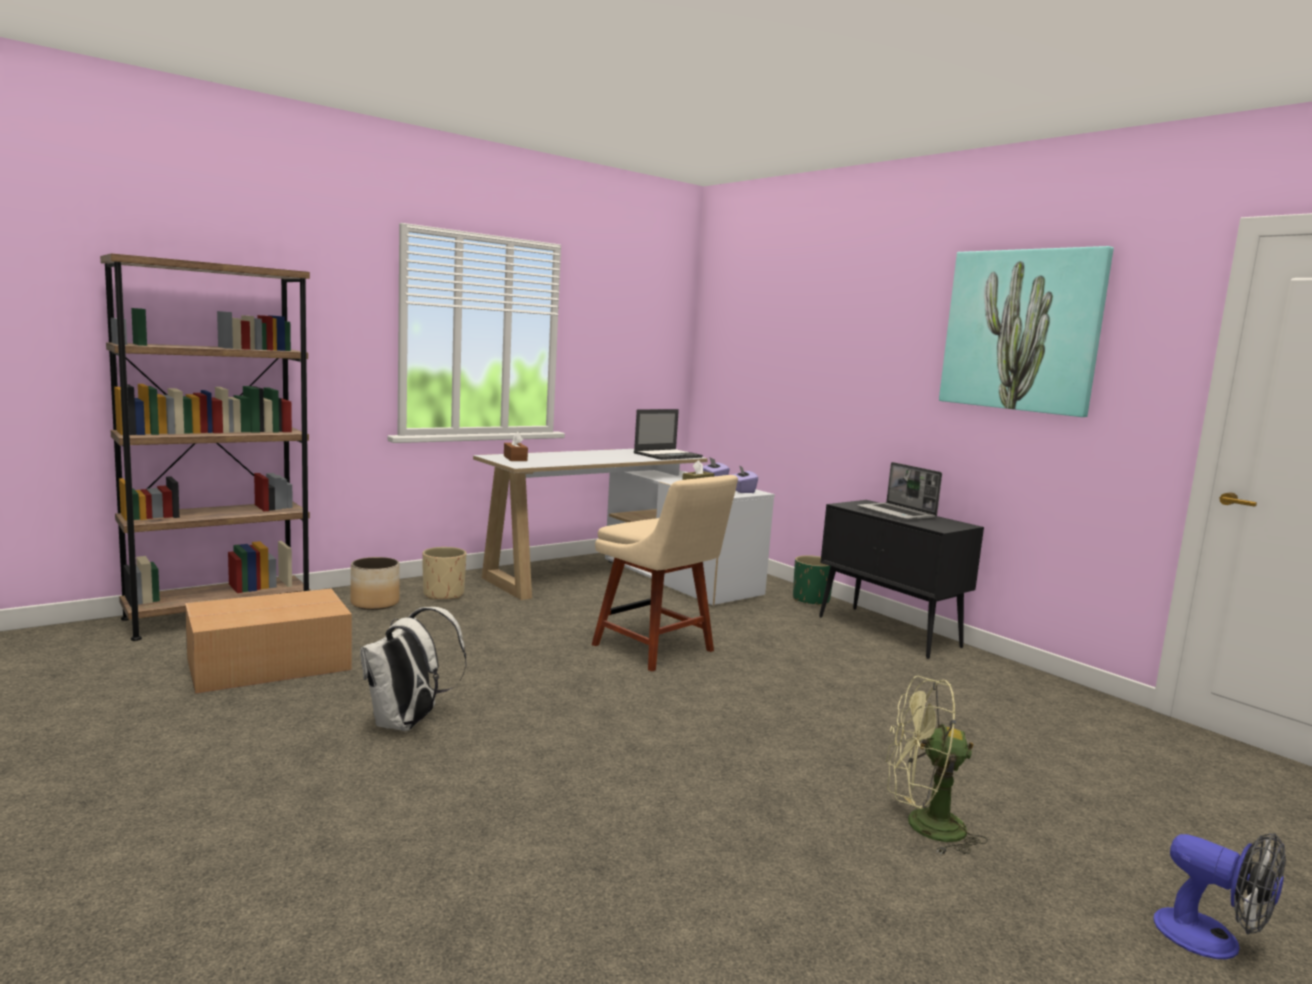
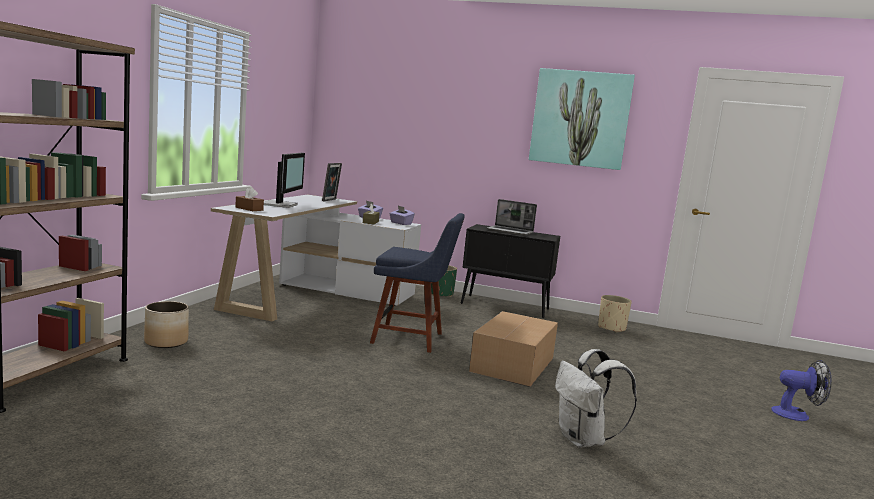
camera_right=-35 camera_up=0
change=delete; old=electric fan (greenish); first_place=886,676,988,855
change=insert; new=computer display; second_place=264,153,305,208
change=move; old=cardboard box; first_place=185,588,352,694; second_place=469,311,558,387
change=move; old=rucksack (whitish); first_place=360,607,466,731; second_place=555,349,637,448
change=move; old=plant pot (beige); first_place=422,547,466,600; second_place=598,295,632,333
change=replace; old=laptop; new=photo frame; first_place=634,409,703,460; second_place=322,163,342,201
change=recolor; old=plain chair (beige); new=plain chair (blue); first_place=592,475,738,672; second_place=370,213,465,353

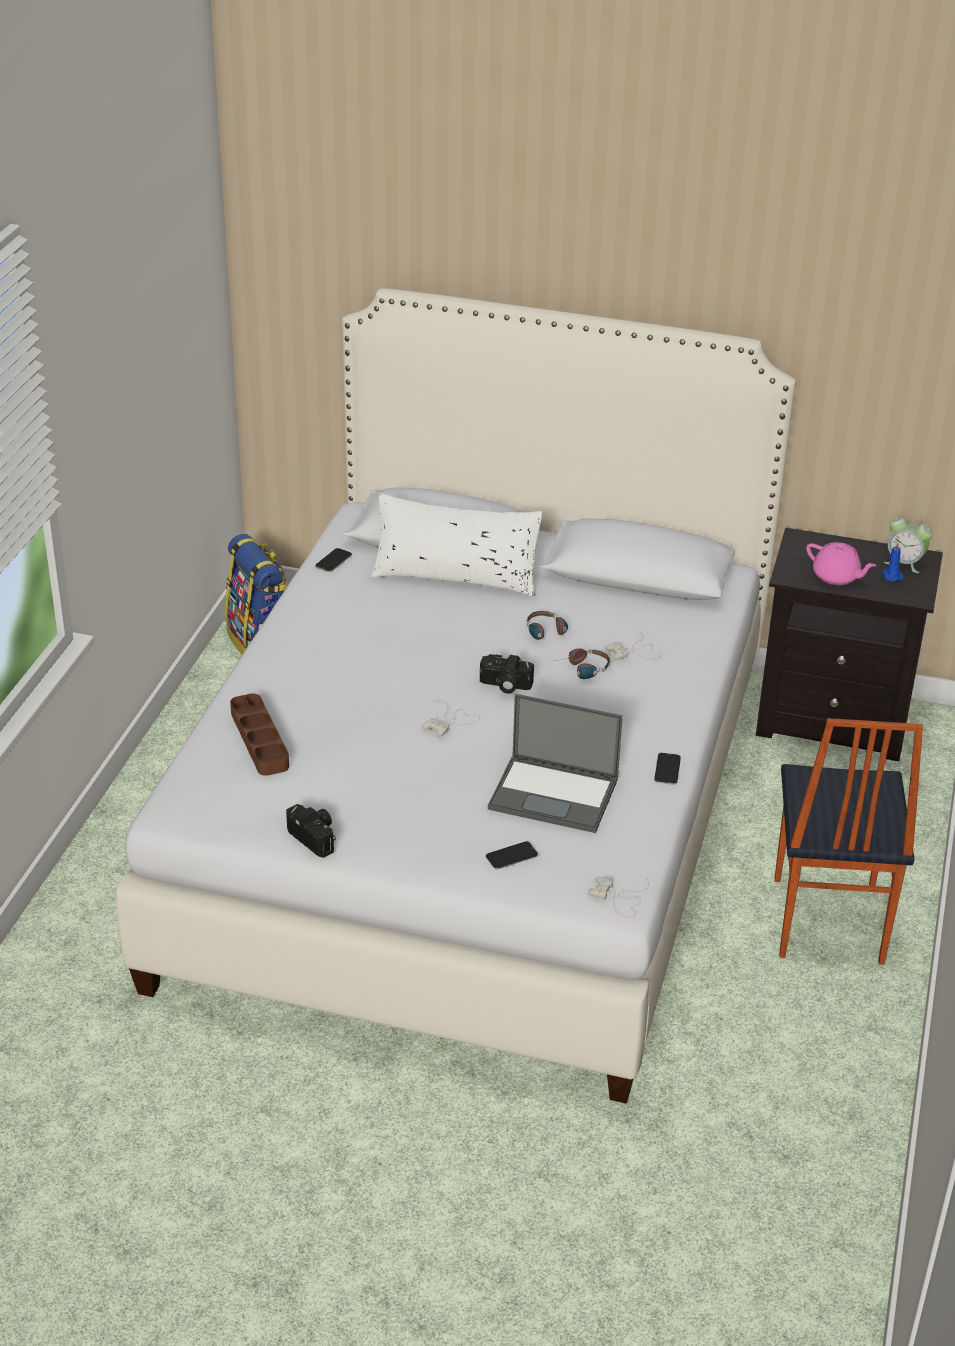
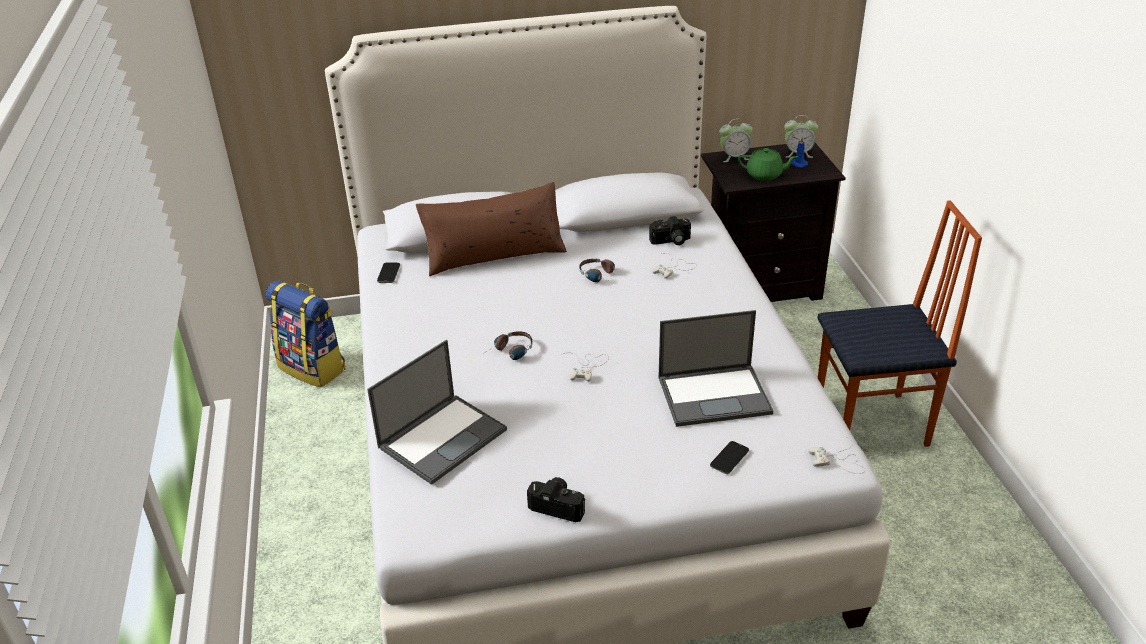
camera_right=-25 camera_up=0
change=delete; old=phone; first_place=654,753,681,785
change=insert; new=alarm clock; second_place=720,119,753,162
change=move; old=photo camera; first_place=480,654,534,694; second_place=649,216,691,245
change=move; old=headset; first_place=555,648,610,679; second_place=486,331,533,360
change=replace; old=tray (brown); new=laptop; first_place=230,693,289,776; second_place=367,340,507,485
change=recolor; old=cushion (whitish); new=cushion (brown); first_place=371,493,543,596; second_place=416,182,567,276
change=recolor; old=pot for tea (pinkish); new=pot for tea (greenish); first_place=806,542,876,585; second_place=738,148,798,181
change=rotate; old=plain chair; first_place=775,718,923,965; second_place=817,200,982,447; degrees=-75

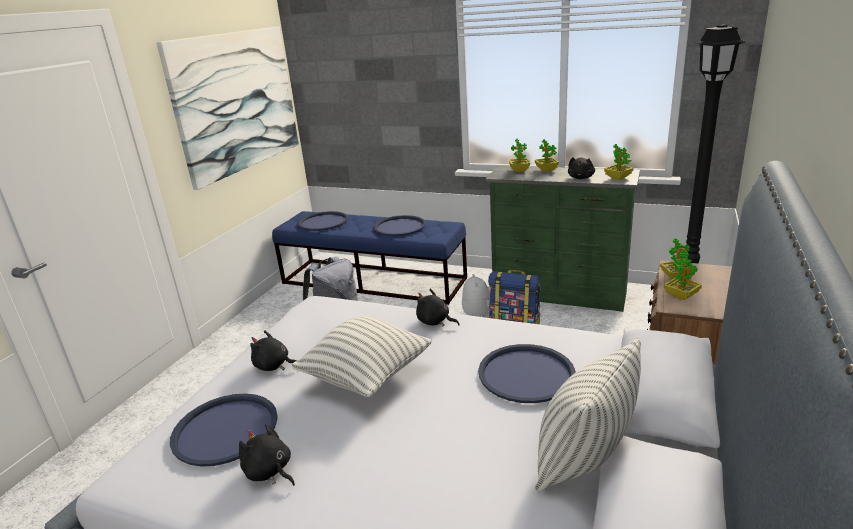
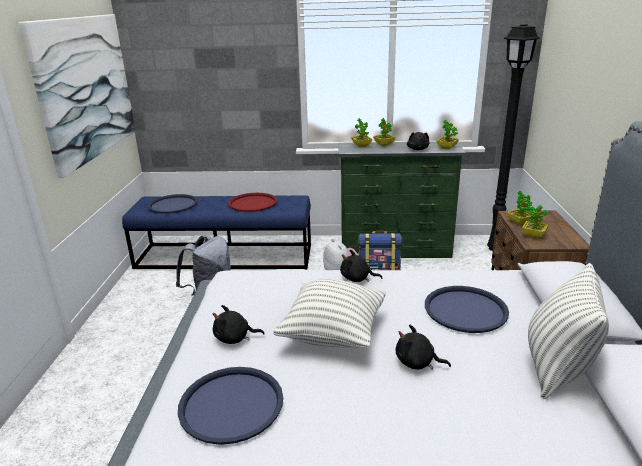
camera_right=-20 camera_up=0
change=move; old=plush toy (black); first_place=239,424,295,486; second_place=396,325,451,370
change=recolor; old=tray (blue); new=tray (reddish); first_place=374,215,426,236; second_place=228,193,277,212

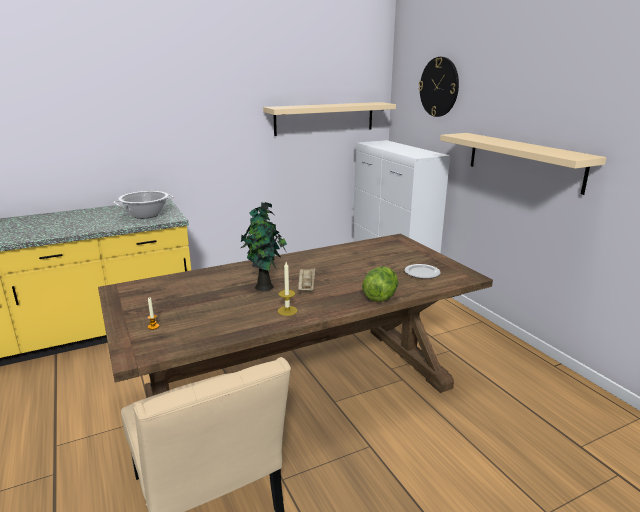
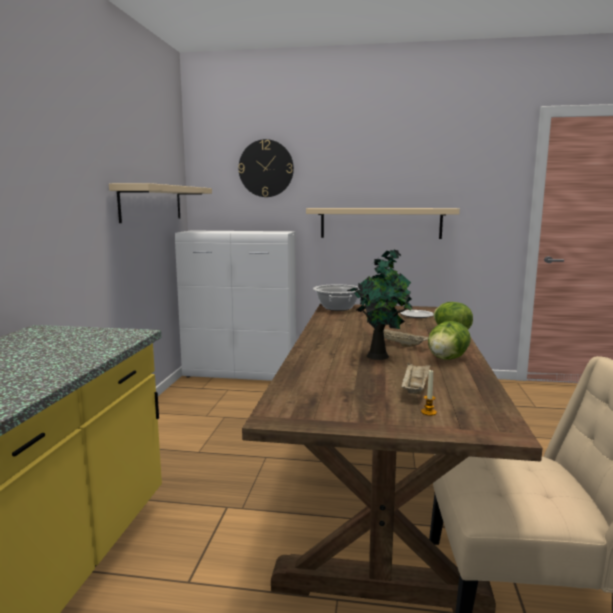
camera_right=-55 camera_up=-10
change=insert; new=tray (beige); second_place=401,362,431,394
change=move; old=saucepot; first_place=113,191,173,219; second_place=313,284,359,311
change=replace; old=wax light; new=head of lettuce; first_place=278,262,297,316; second_place=428,321,471,359

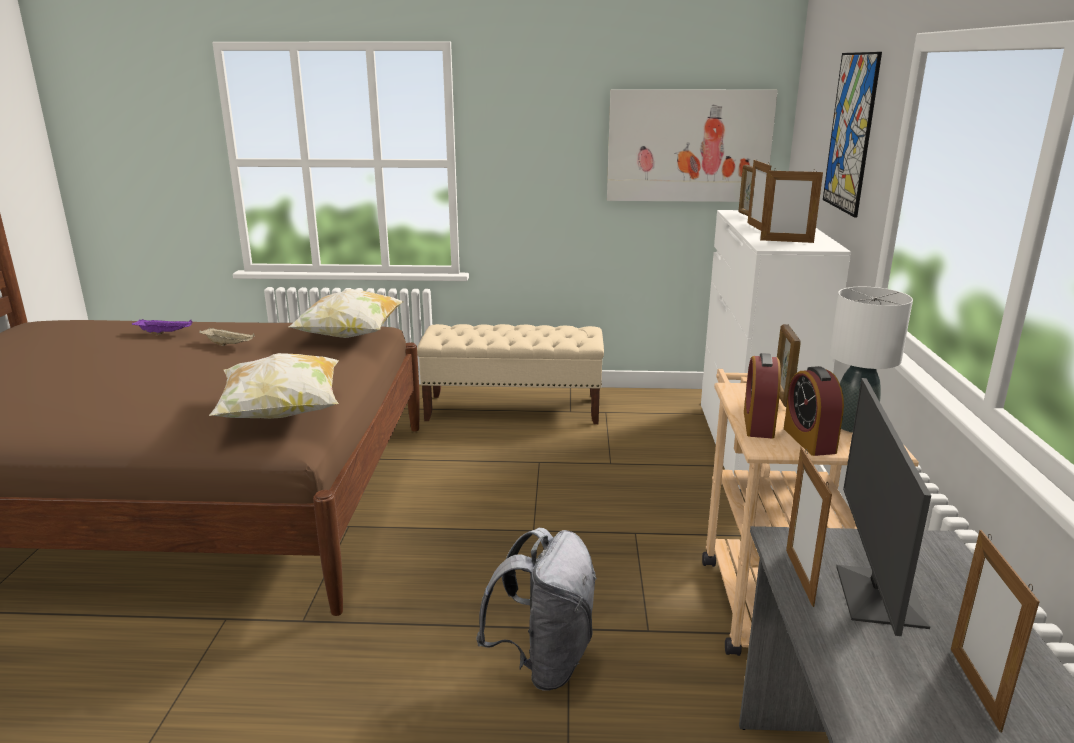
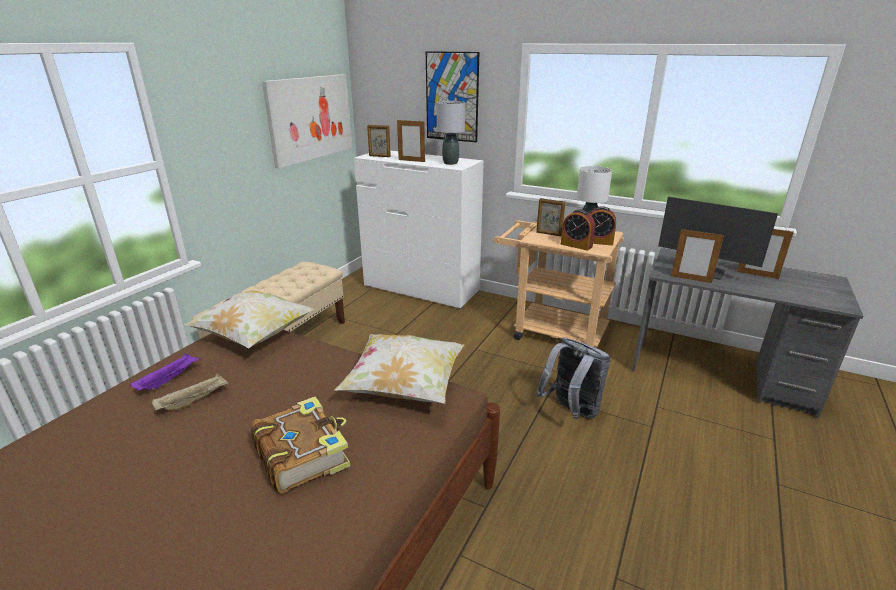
camera_right=-65 camera_up=5
change=insert; new=bound book; second_place=251,396,350,493
change=move; old=tray (purplish); first_place=132,319,193,335; second_place=130,353,200,391
change=replace; old=photo frame; new=lamp for a table (grey); first_place=760,168,823,243; second_place=436,101,465,165

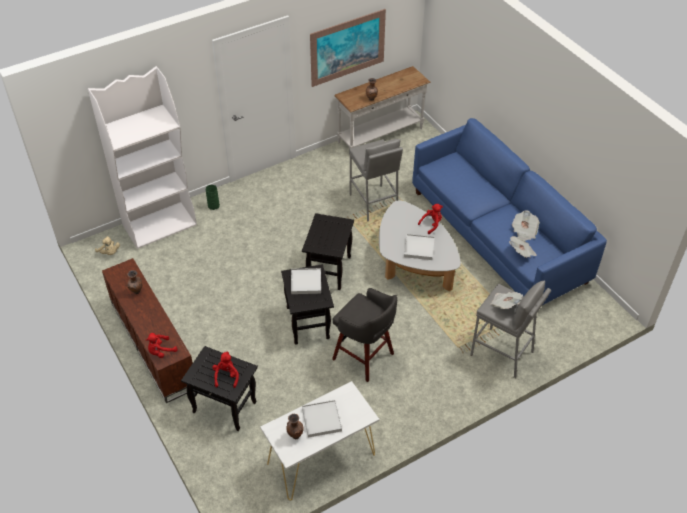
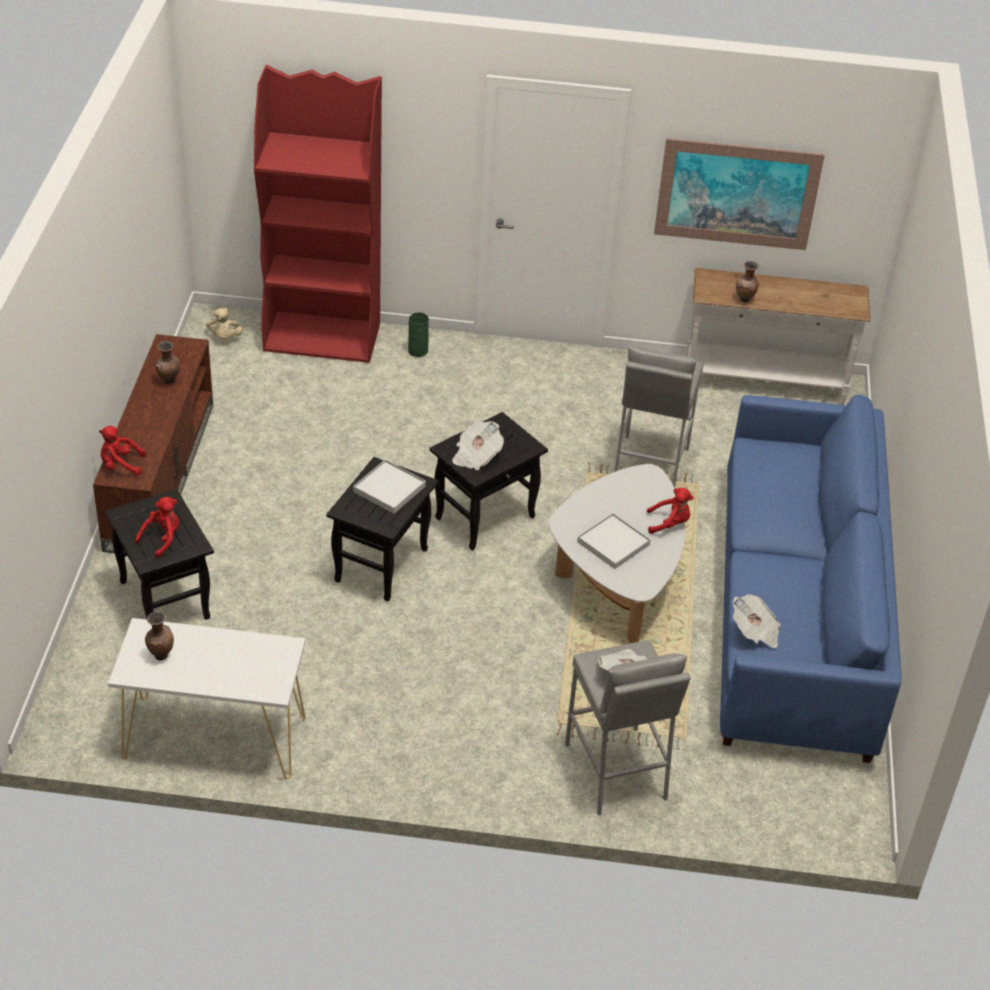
camera_right=35 camera_up=-5
change=delete; old=tray (whitish); first_place=302,400,342,438
change=delete; old=sitting stool (grey); first_place=332,288,397,382
change=move; old=printed paper; first_place=512,210,540,241; second_place=452,421,504,470
change=recolor; old=shelving unit (whitish); new=shelving unit (reddish); first_place=88,66,197,249; second_place=254,65,382,363

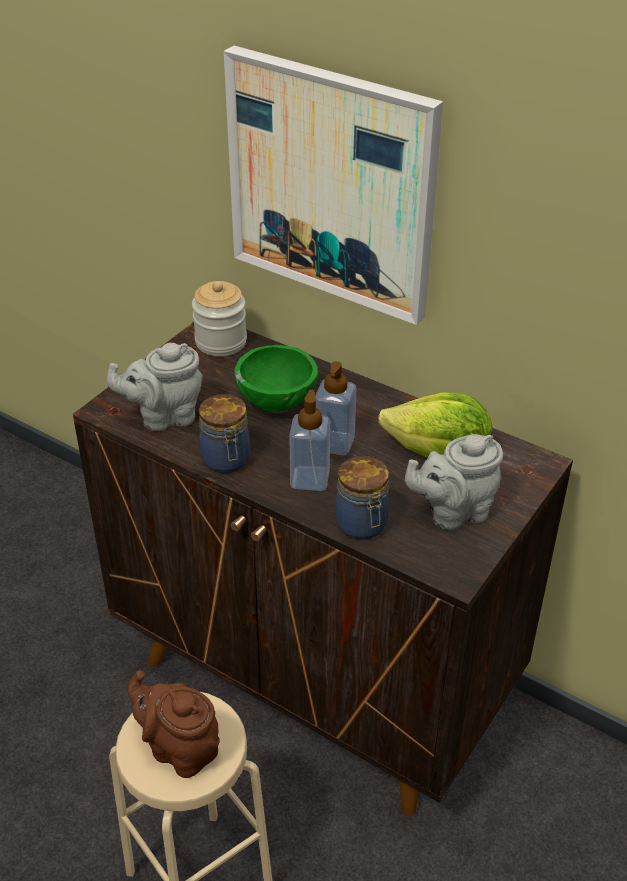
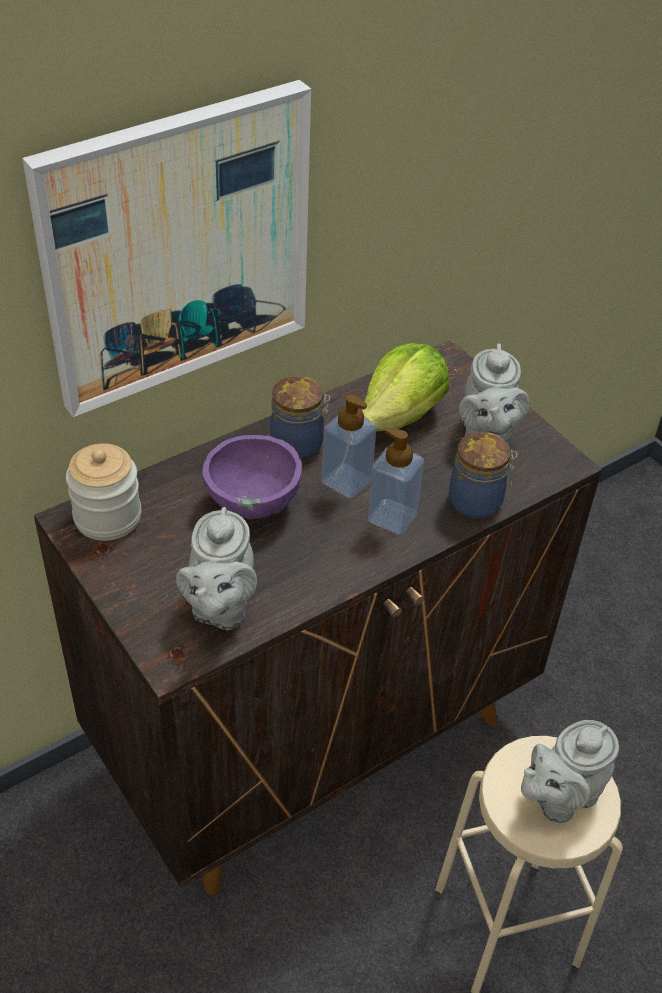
camera_right=-70 camera_up=5
change=move; old=storage jar; first_place=199,394,250,473; second_place=270,376,330,460
change=recolor; old=pot for tea (brown); new=pot for tea (grey); first_place=127,670,220,778; second_place=521,720,619,823
change=recolor; old=bowl (greenish); new=bowl (purplish); first_place=235,345,318,413; second_place=202,435,302,519

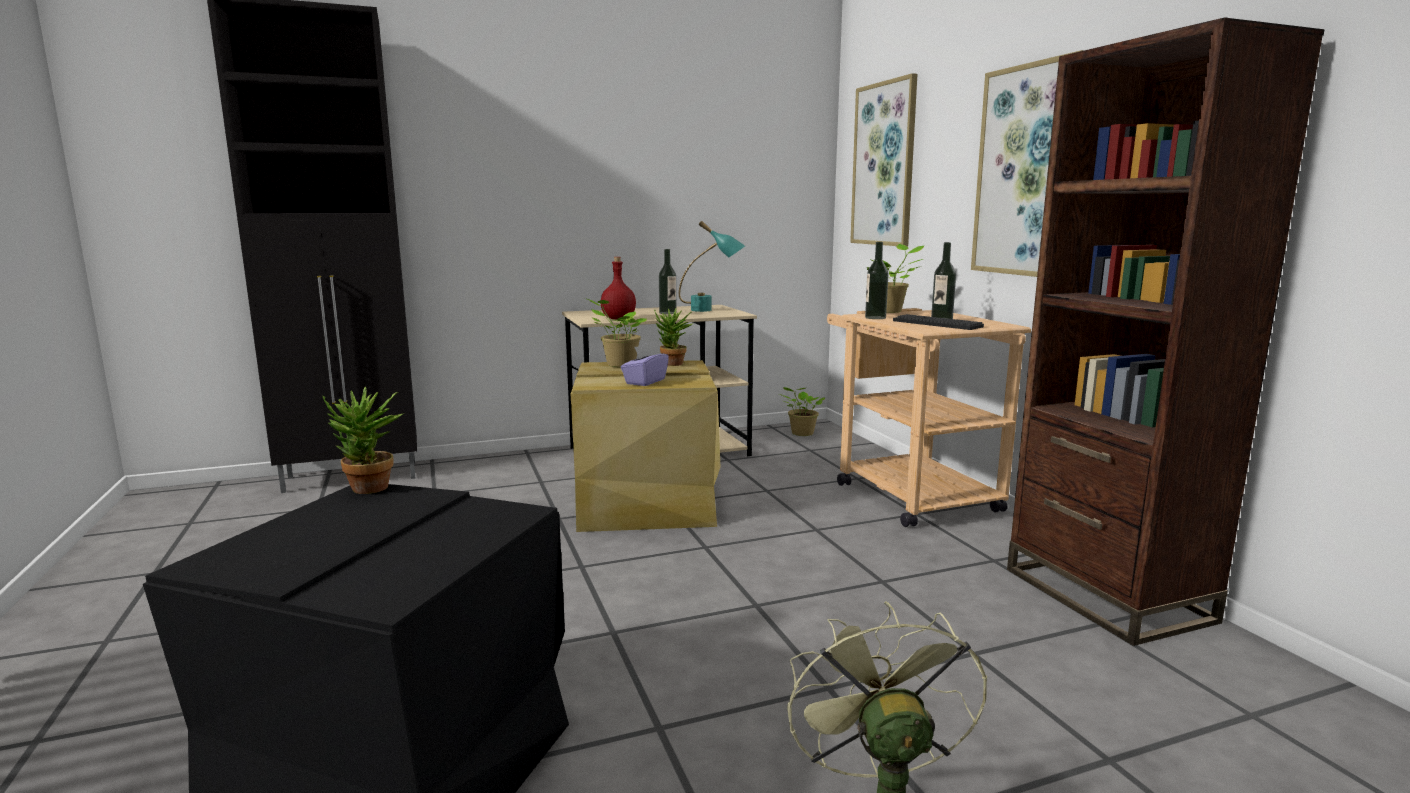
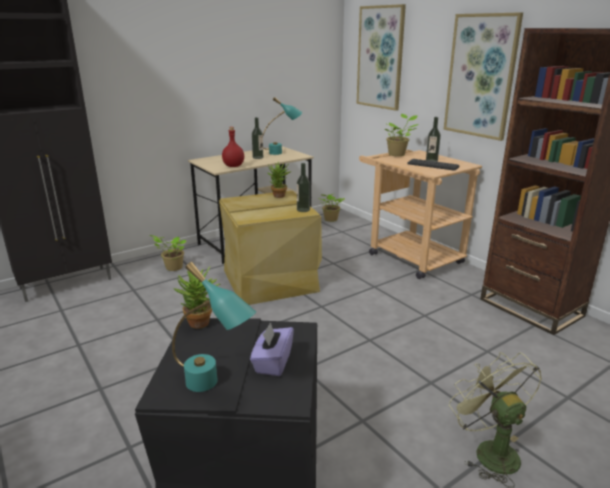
camera_right=-15 camera_up=10
change=insert; new=lamp for a table (turquoise); second_place=172,262,256,392
change=move; old=potted plant; first_place=585,298,647,367; second_place=150,235,186,271
change=move; old=box of tissues (purplish); first_place=621,344,669,386; second_place=250,322,294,376
change=move; old=beverage bottle; first_place=865,242,888,319; second_place=297,163,310,212

